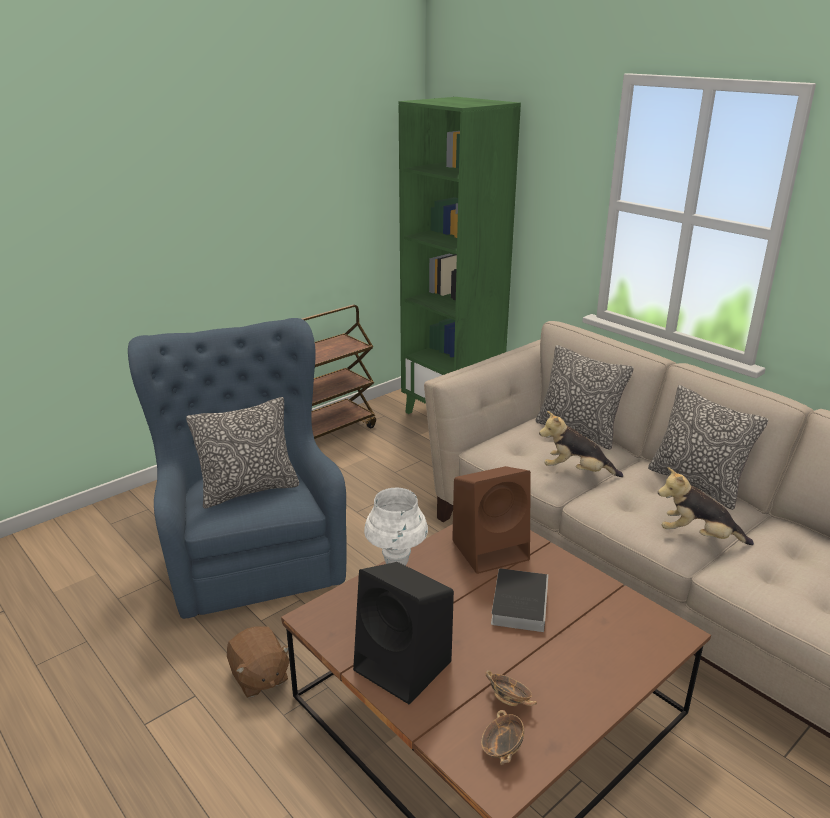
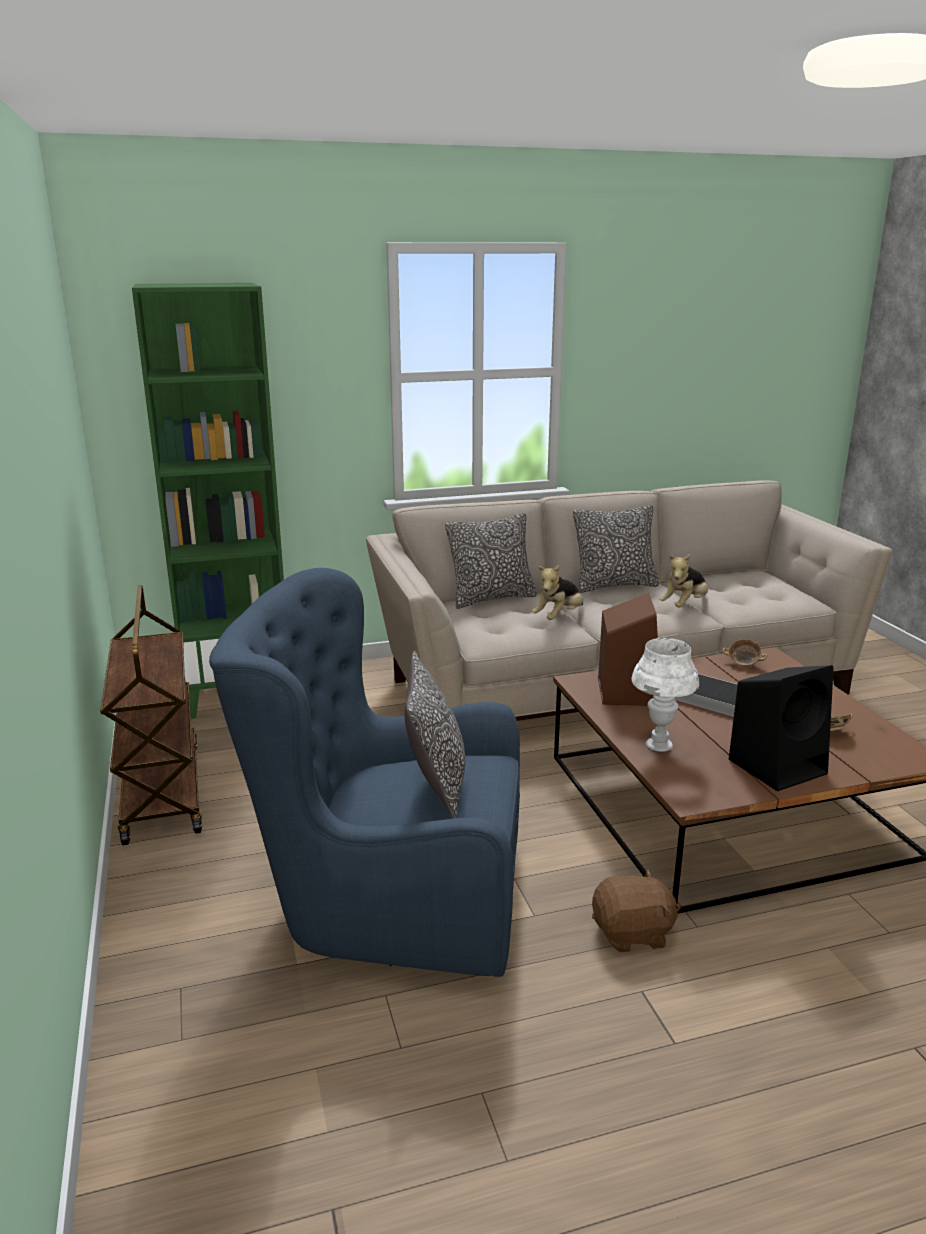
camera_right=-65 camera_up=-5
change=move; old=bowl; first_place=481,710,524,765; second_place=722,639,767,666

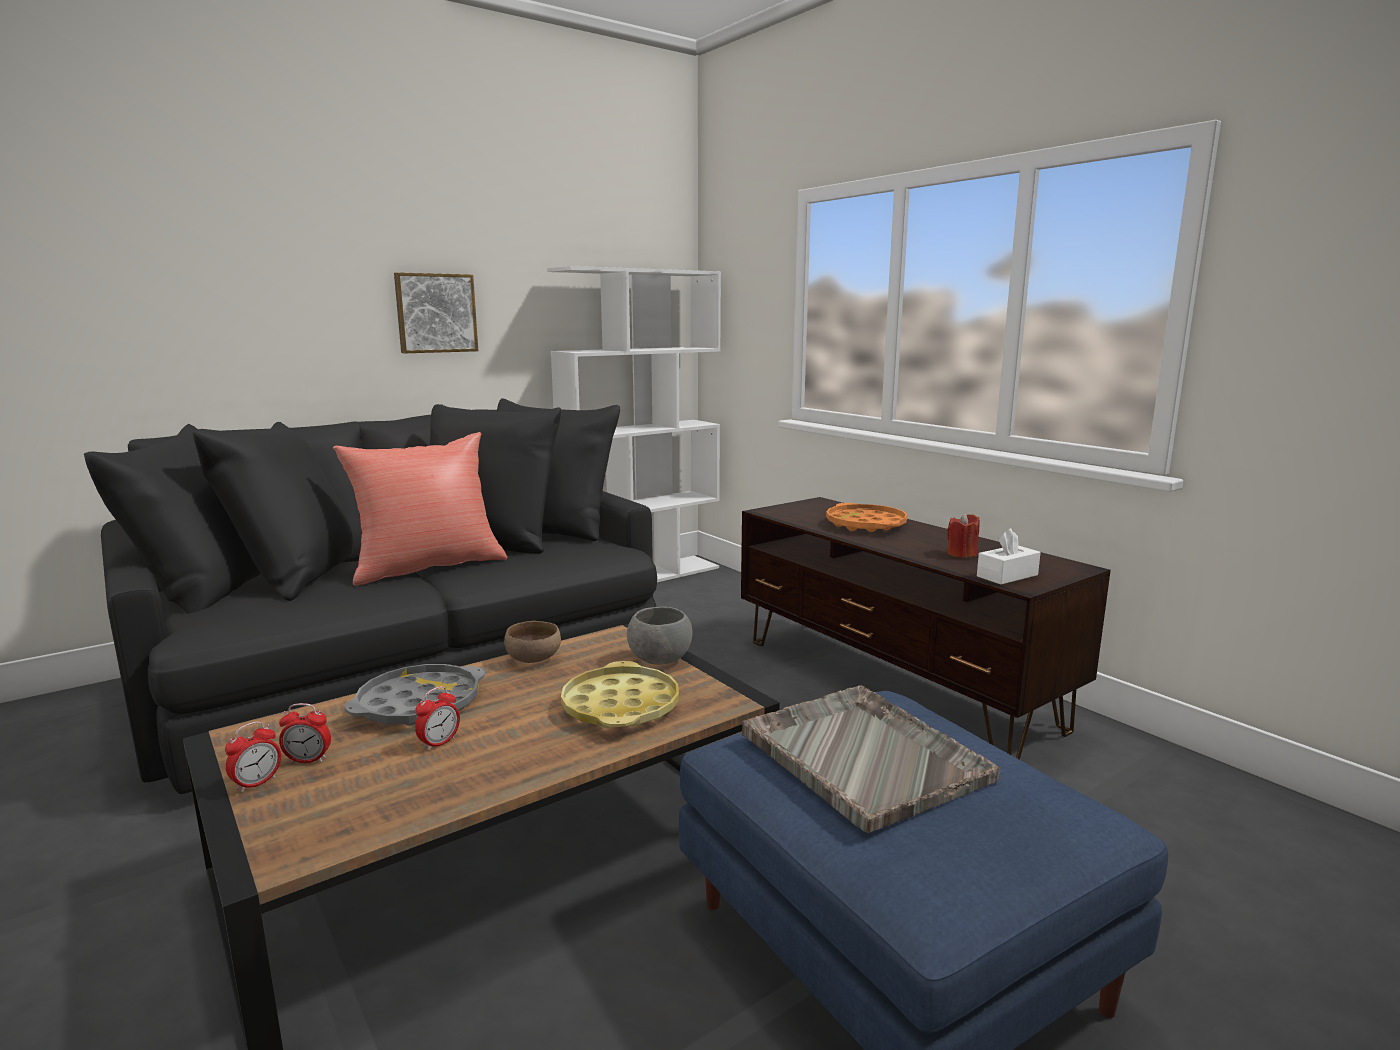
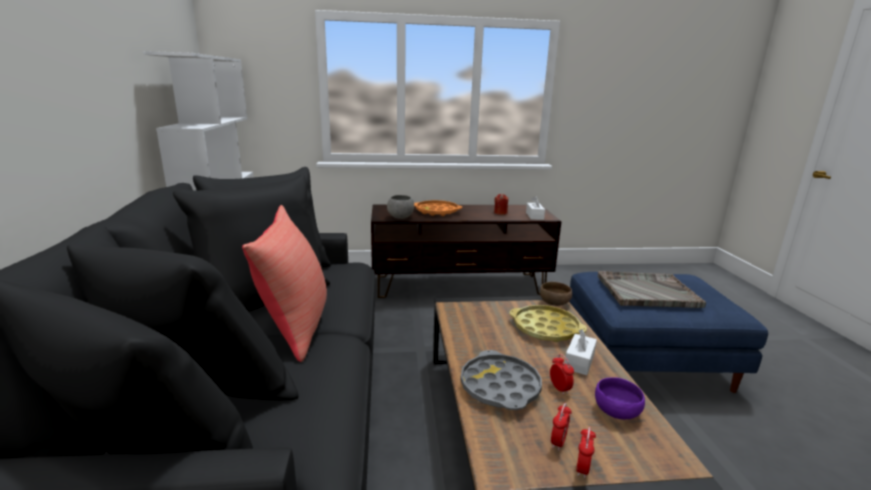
camera_right=-60 camera_up=5
change=delete; old=wall art; first_place=394,272,478,353
change=insert; new=box of tissues (whitish); second_place=565,329,597,375
change=insert; new=bowl (purplish); second_place=595,377,645,419
change=move; old=bowl (brown); first_place=504,621,561,663; second_place=540,282,572,306
change=move; old=bowl (grey); first_place=627,607,692,665; second_place=387,195,414,219
change=rotate; old=alarm clock; first_place=225,721,281,793; second_place=576,427,596,478; degrees=-135

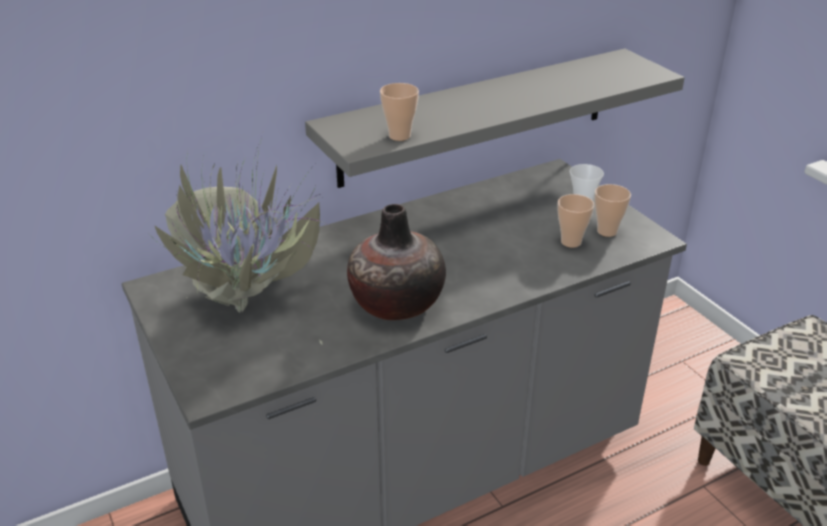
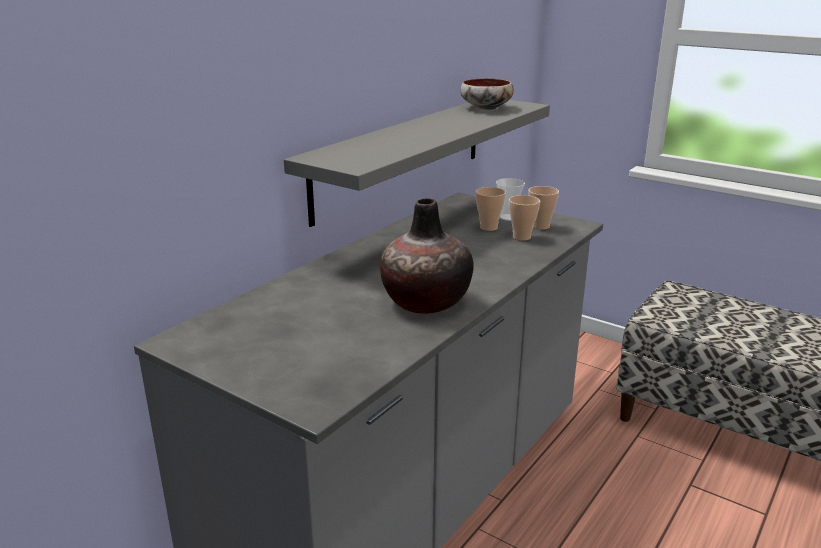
camera_right=-25 camera_up=-10
change=delete; old=potted plant; first_place=150,130,330,345
change=insert; new=bowl; second_place=460,78,514,110
change=move; old=small cup; first_place=380,83,419,141; second_place=475,187,506,231

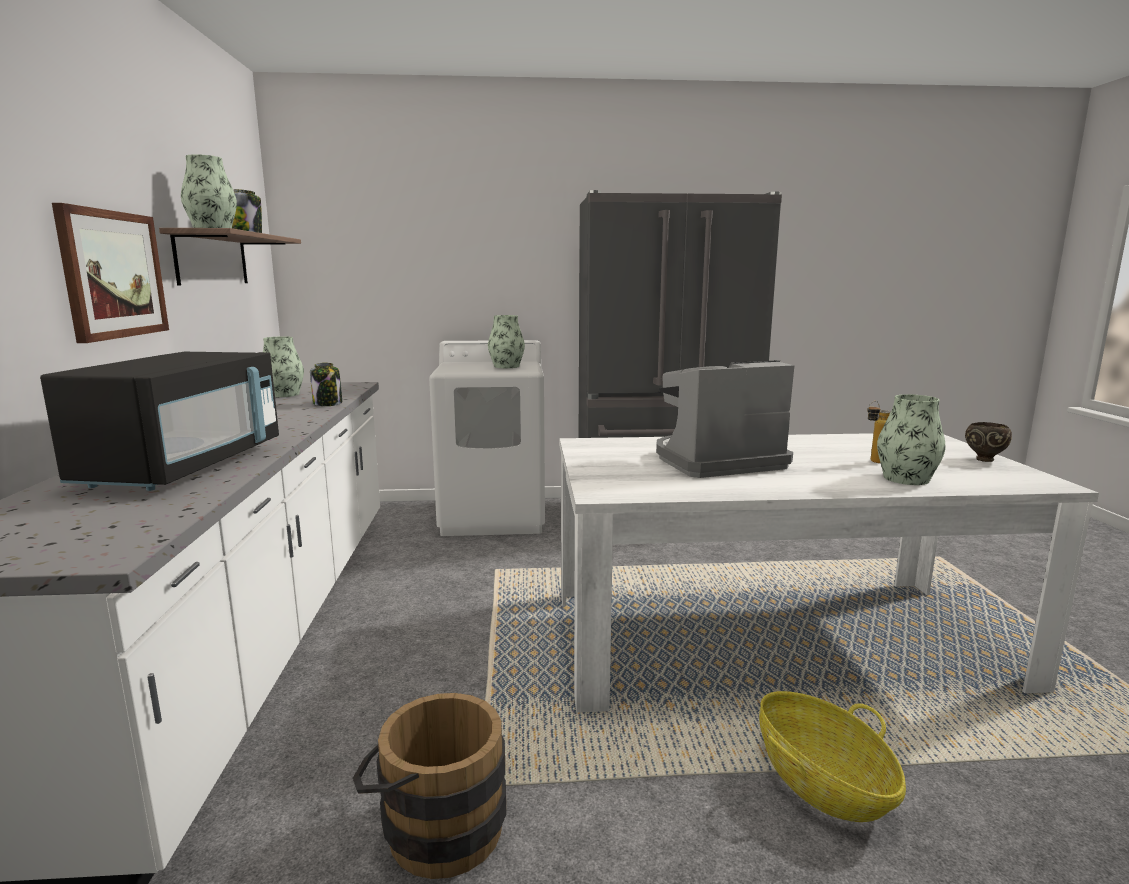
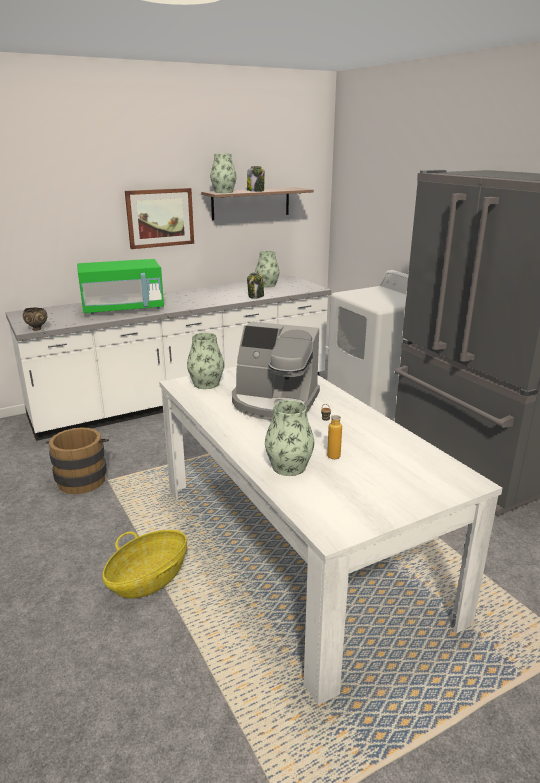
camera_right=65 camera_up=10
change=move; old=flower vase; first_place=488,315,525,368; second_place=187,333,224,389
change=move; old=bowl (brown); first_place=965,422,1012,462; second_place=23,308,47,331
change=recolor; old=microwave oven (black); new=microwave oven (greenish); first_place=40,352,279,491; second_place=77,259,164,314
change=rotate; old=coffee brewer; first_place=656,360,795,478; second_place=232,322,320,420; degrees=150

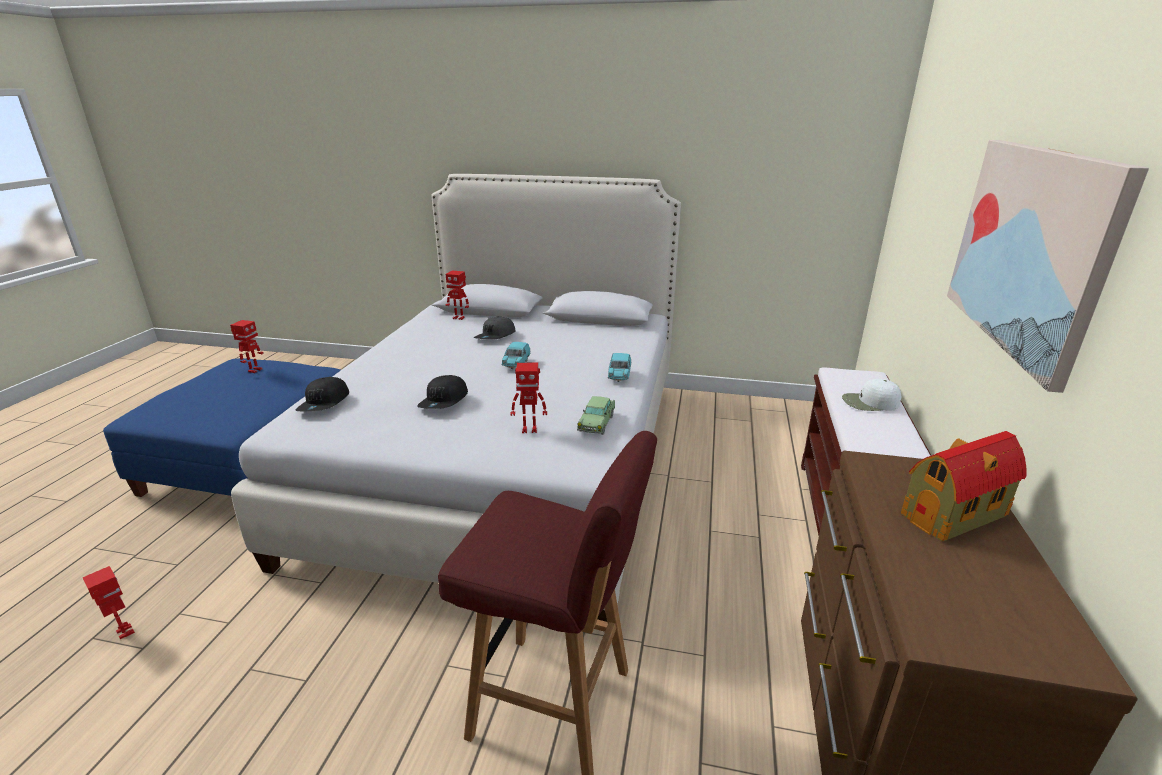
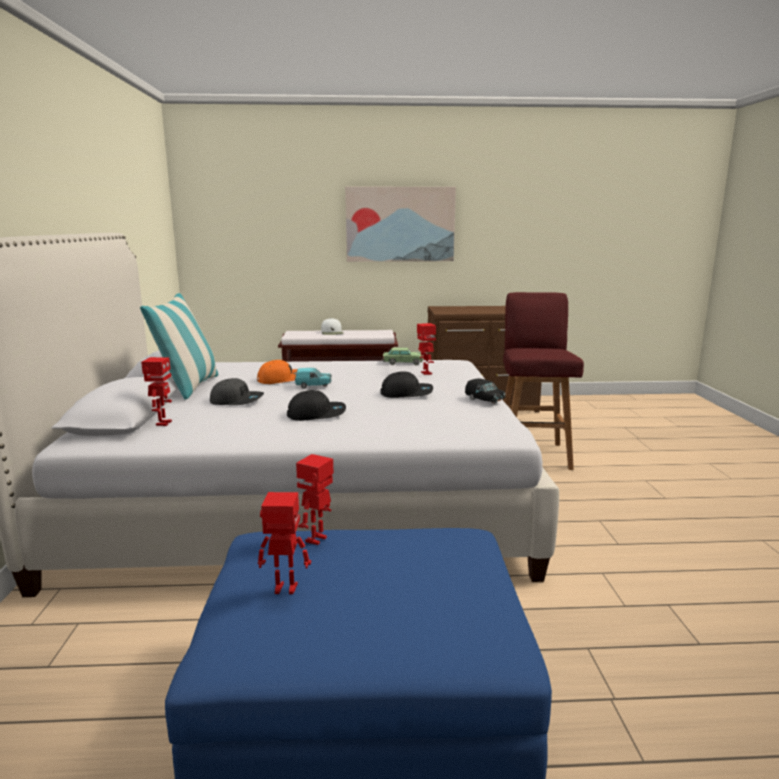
camera_right=-105 camera_up=-10
change=delete; old=toy car (turquoise); first_place=608,353,631,382
change=delete; old=model house; first_place=901,431,1027,542
change=insert; new=cushion; second_place=140,293,218,400
change=insert; new=peaked cap (orange-coloured); second_place=257,360,298,384
change=insert; new=toy car (black); second_place=465,379,506,404
change=move; old=model robot; first_place=83,566,135,639; second_place=296,454,333,545
change=move; old=peaked cap (black); first_place=296,377,349,411; second_place=287,390,346,421

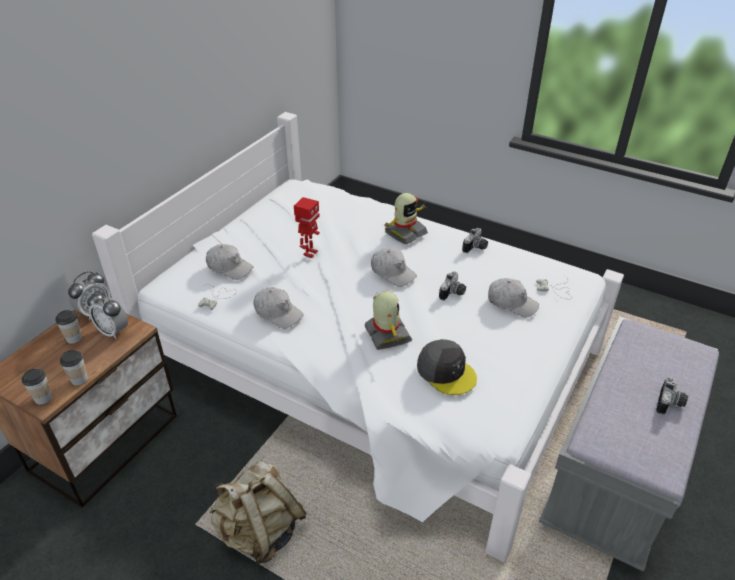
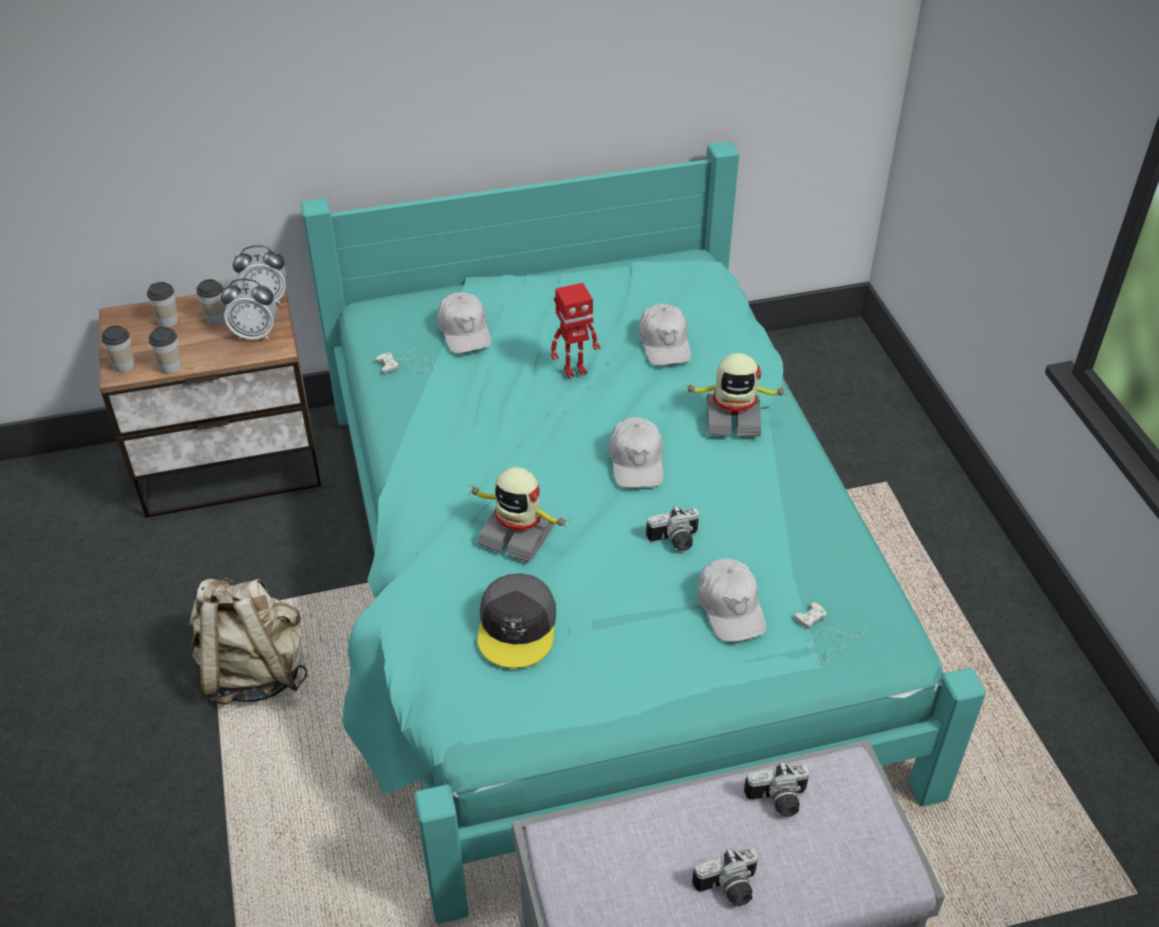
camera_right=45 camera_up=5
change=insert; new=small cup; second_place=147,282,178,328
change=move; old=peaked cap (whitish); first_place=253,287,304,329; second_place=638,304,691,366
change=move; old=photo camera; first_place=462,228,488,253; second_place=744,762,809,817
change=recolor; old=sleeping bed (whitish); new=sleeping bed (turquoise); first_place=92,112,624,562; second_place=300,141,986,924
change=rotate; old=alarm clock; first_place=87,291,128,339; second_place=221,279,278,340; degrees=-75
change=rotate; old=model robot; first_place=365,291,412,350; second_place=468,467,570,563; degrees=90

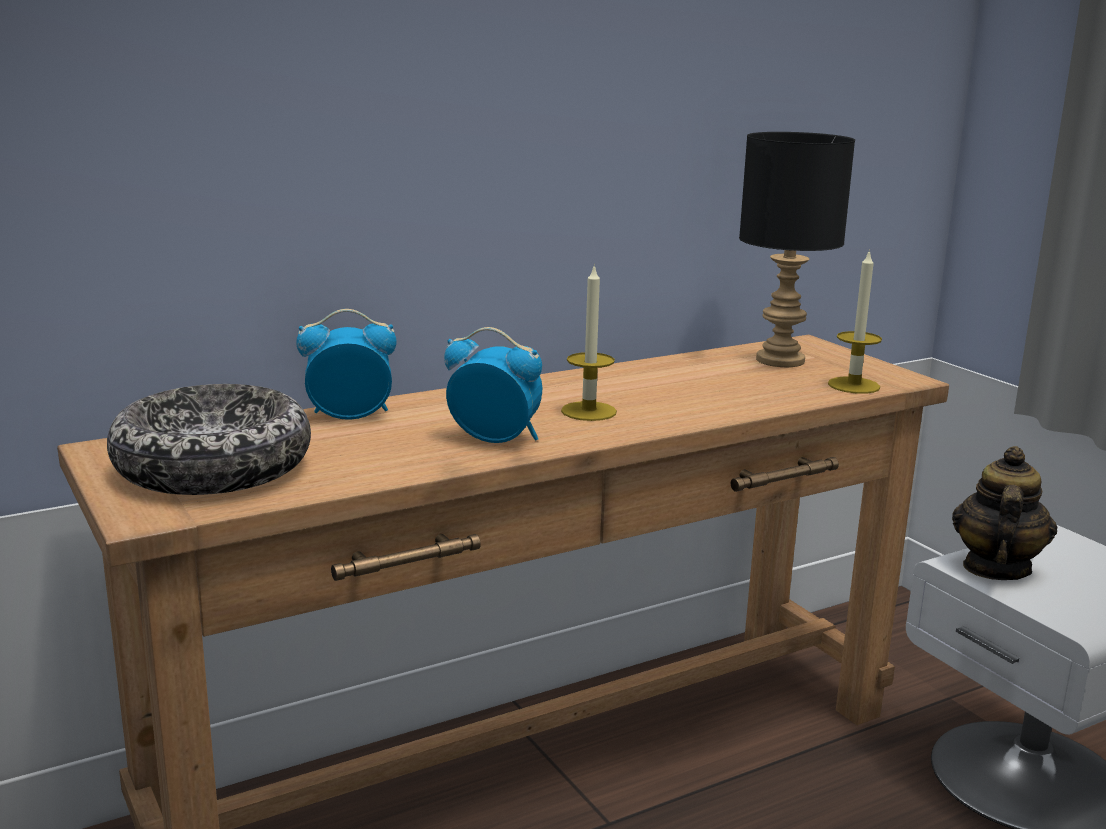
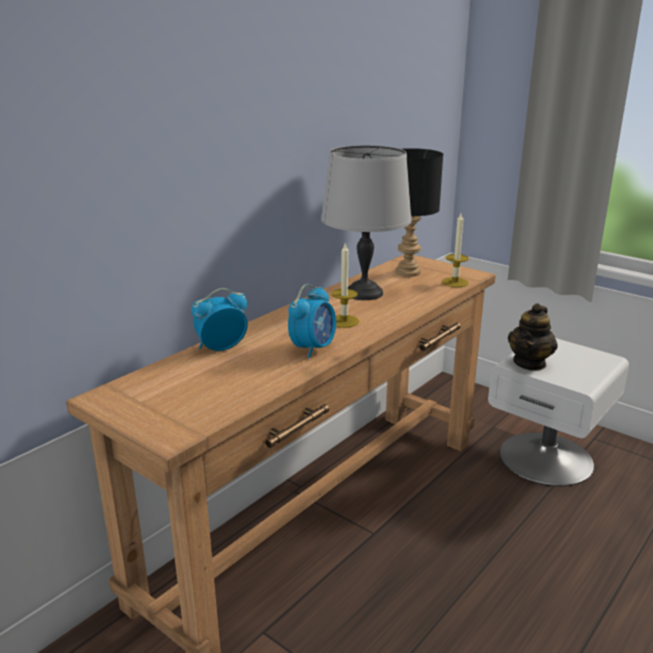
camera_right=-20 camera_up=5
change=delete; old=bowl; first_place=107,384,311,495
change=insert; new=lamp for a table (grey); second_place=321,145,412,300
change=rotate; old=alarm clock; first_place=444,327,543,443; second_place=288,284,336,359; degrees=120
change=rotate; old=pot for tea; first_place=952,446,1057,580; second_place=508,303,558,371; degrees=-150

